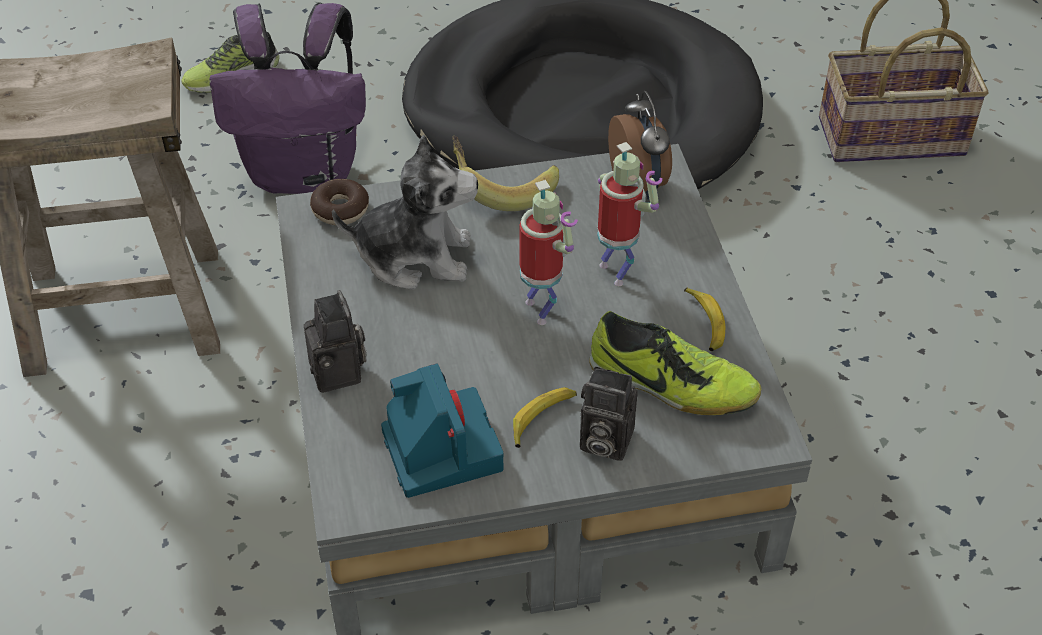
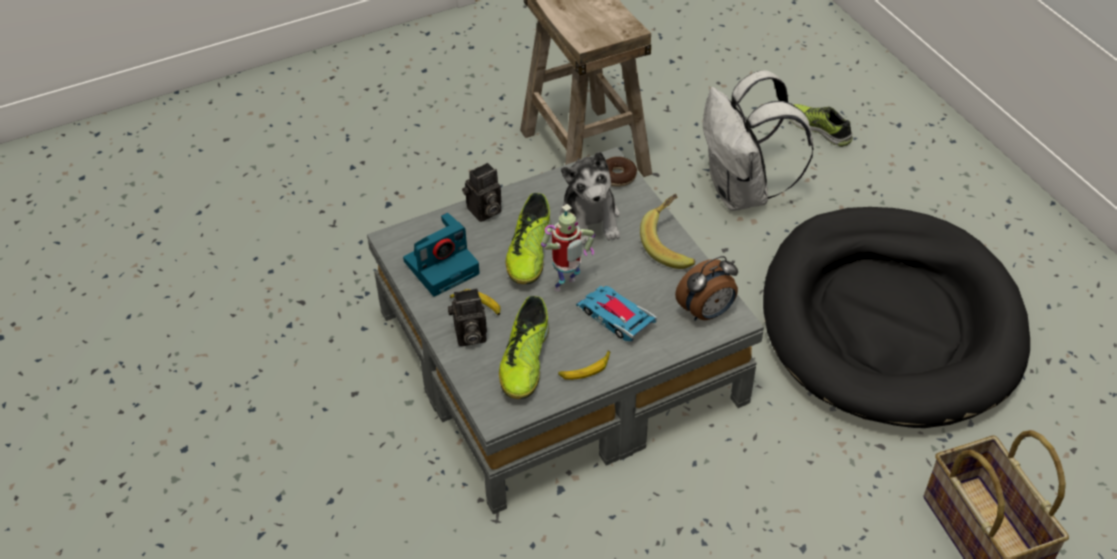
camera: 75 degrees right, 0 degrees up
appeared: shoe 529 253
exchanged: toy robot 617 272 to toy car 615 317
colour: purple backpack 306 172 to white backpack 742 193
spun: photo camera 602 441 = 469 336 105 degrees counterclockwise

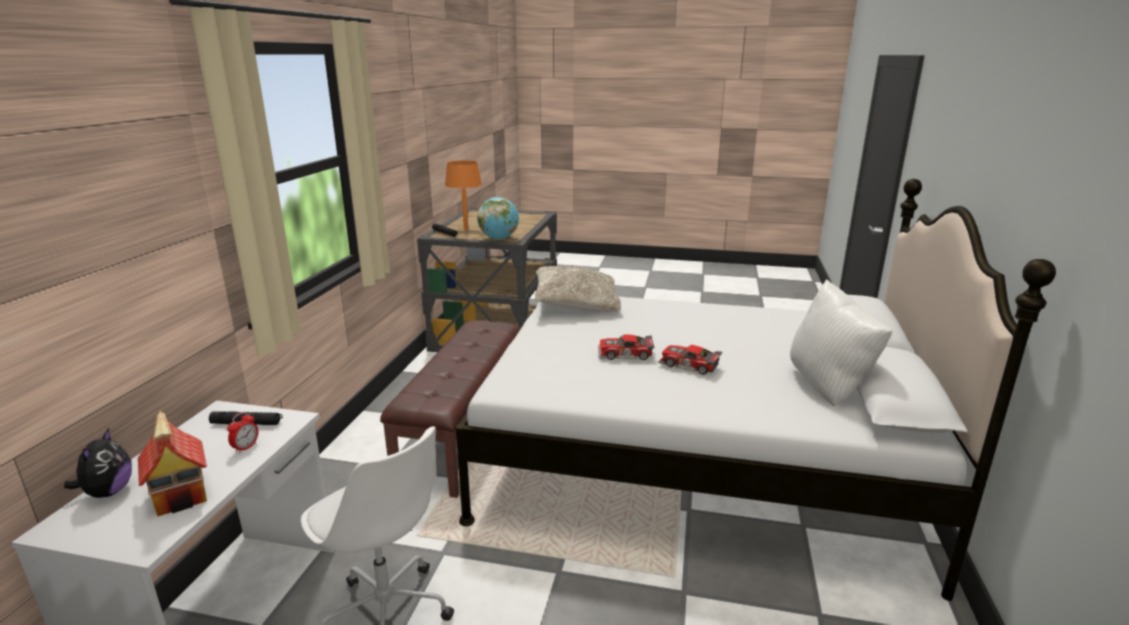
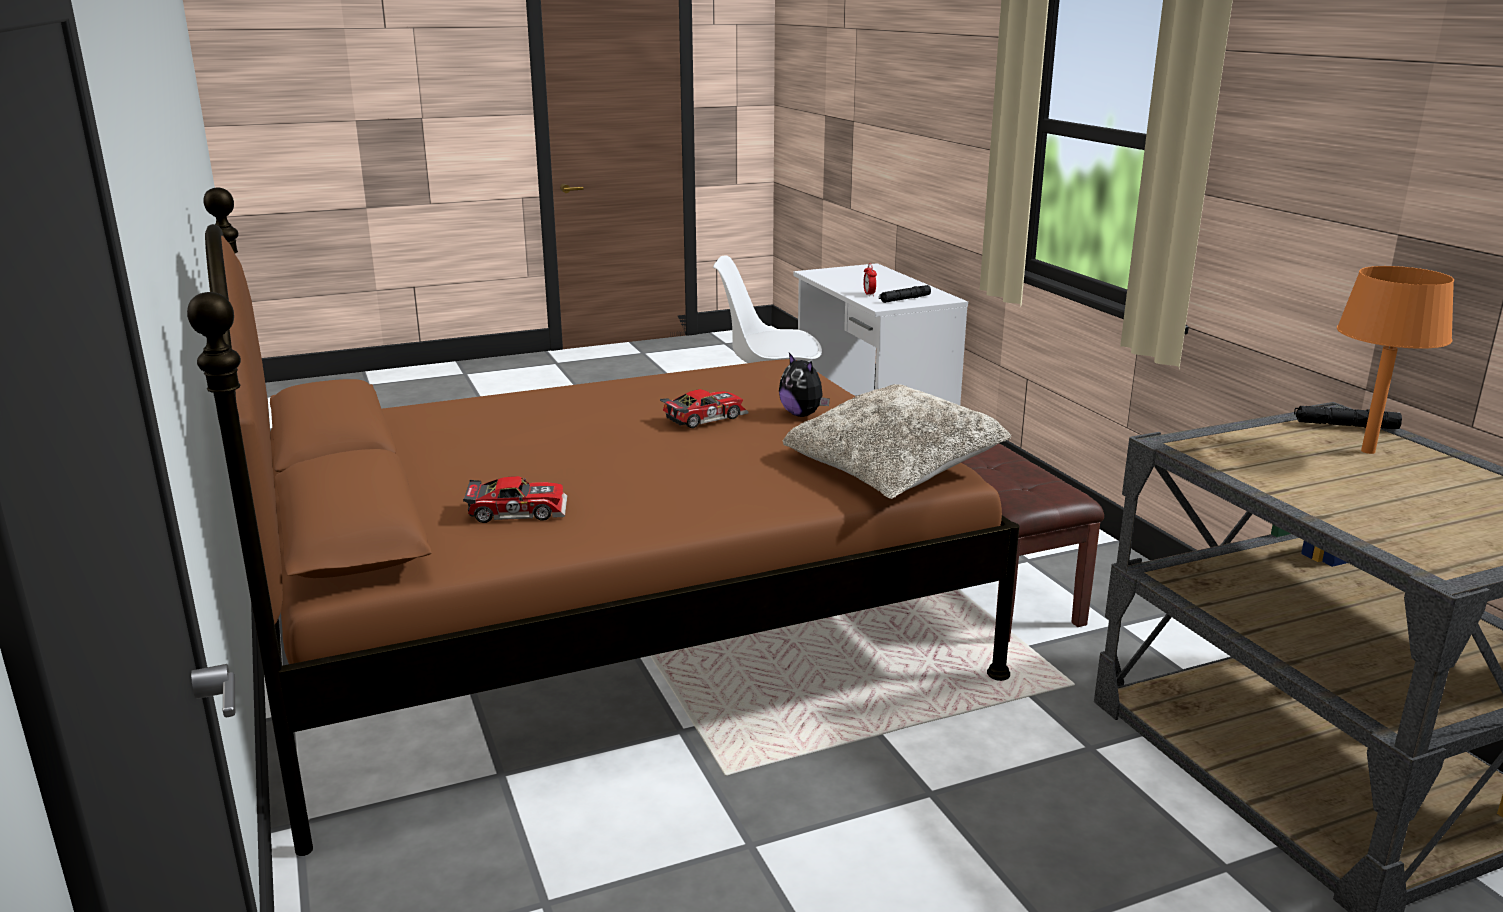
camera: 145 degrees right, 0 degrees up
missing: toy house 182 495; globe 499 238; white pillow 828 387
relocated: toy car 688 365 to 518 510; plush toy 108 492 to 802 414
colour: white bed 694 460 to brown bed 615 629

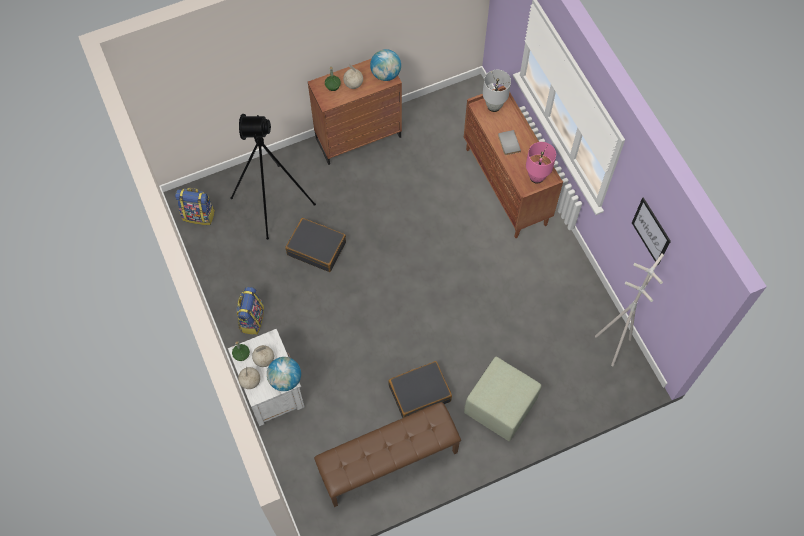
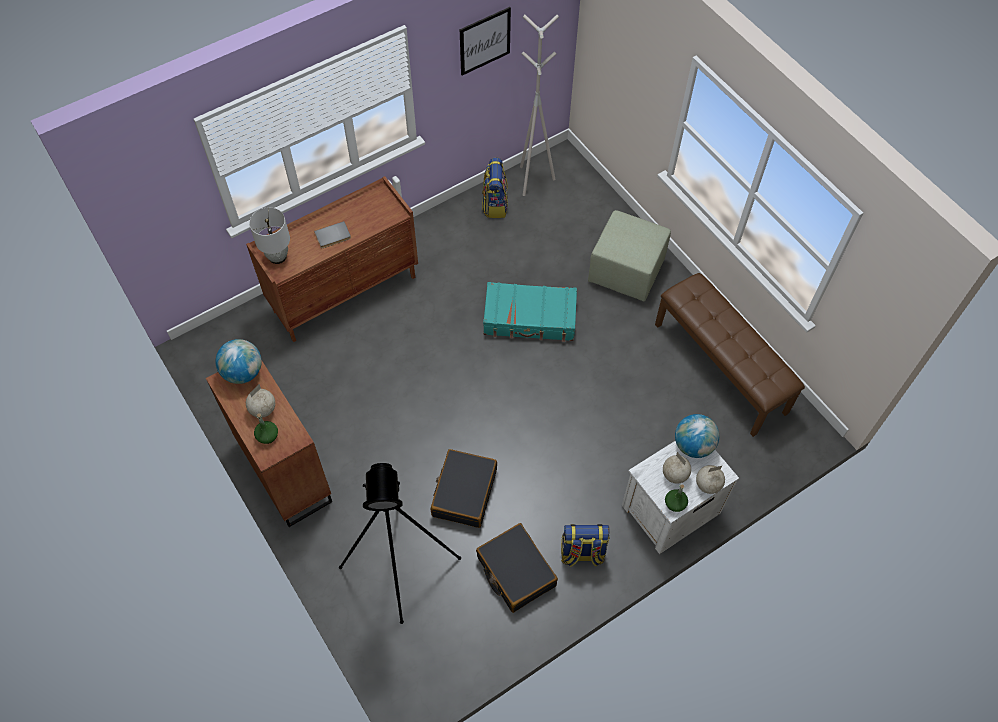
camera: 100 degrees left, 5 degrees down
missing: pink table lamp 536 177
appeared: turquoise suitcase 530 318
relocated: black suitcase 419 393 to 515 571; backpack 199 215 to 494 204

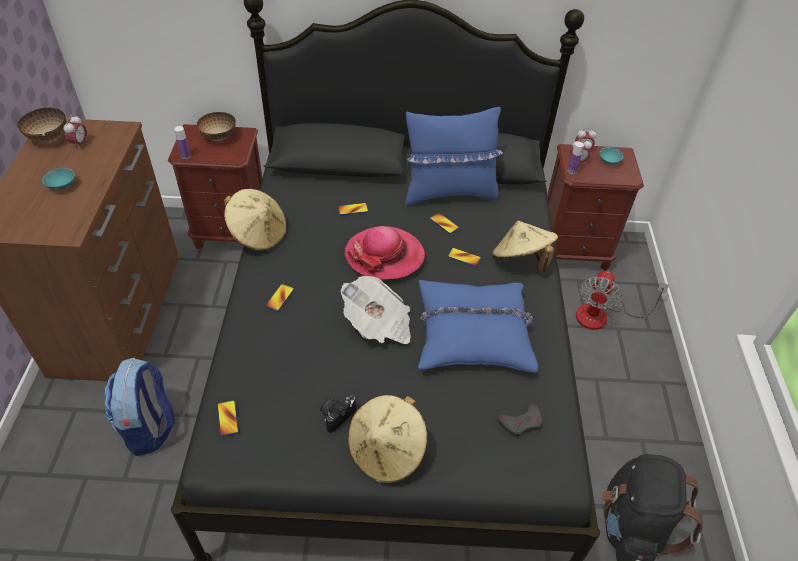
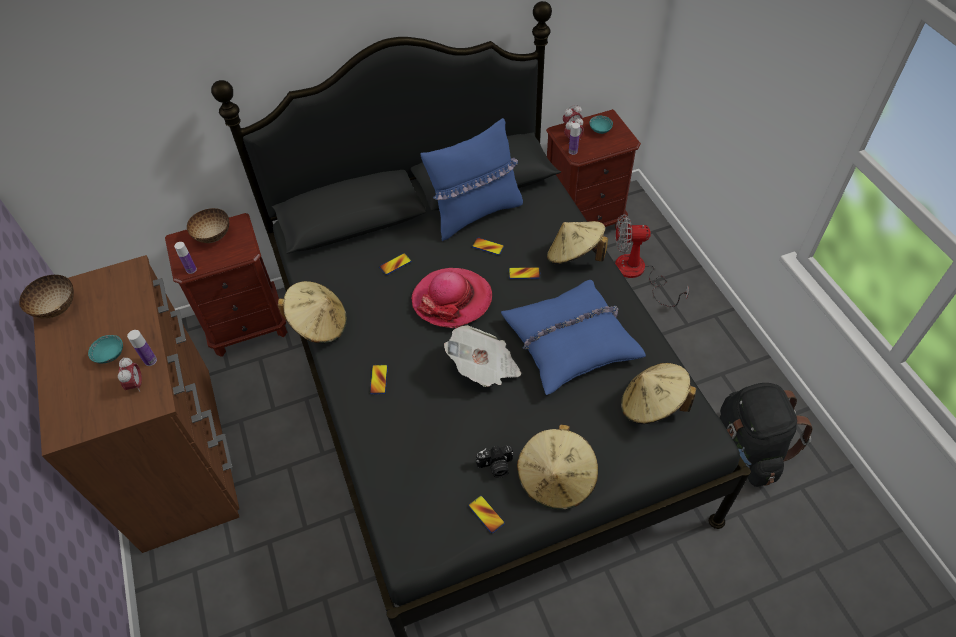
camera: 20 degrees left, 5 degrees up
missing: backpack 149 427
appeared: bottle 150 361
relocated: alarm clock 80 144 to 136 384; phone 228 418 to 486 514
exchanged: grey game controller 521 422 to beige hat 652 405
spun: photo camera 336 415 = 496 467 120 degrees counterclockwise; fan 602 315 = 638 273 90 degrees clockwise

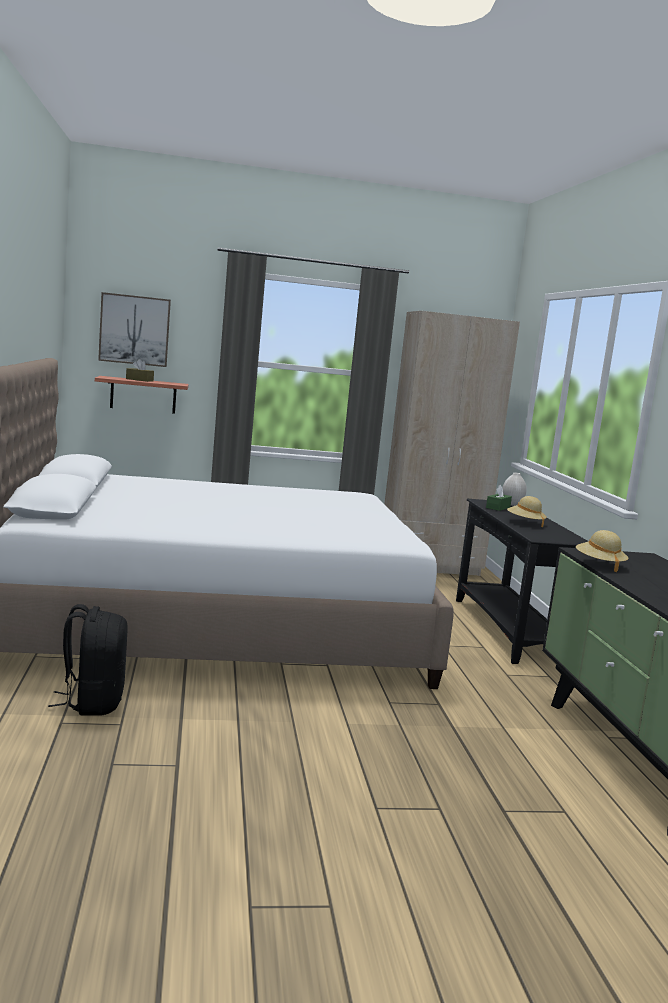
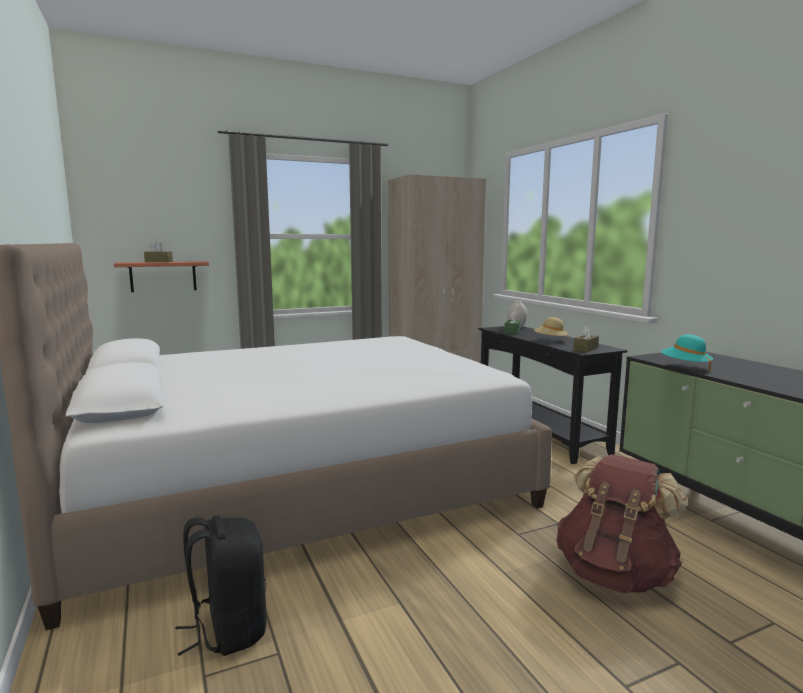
camera: 15 degrees left, 0 degrees up
missing: picture 134 330
appeared: brown backpack 615 574; brown tissue box 585 349
colour: beige hat 599 564 to turquoise hat 685 366

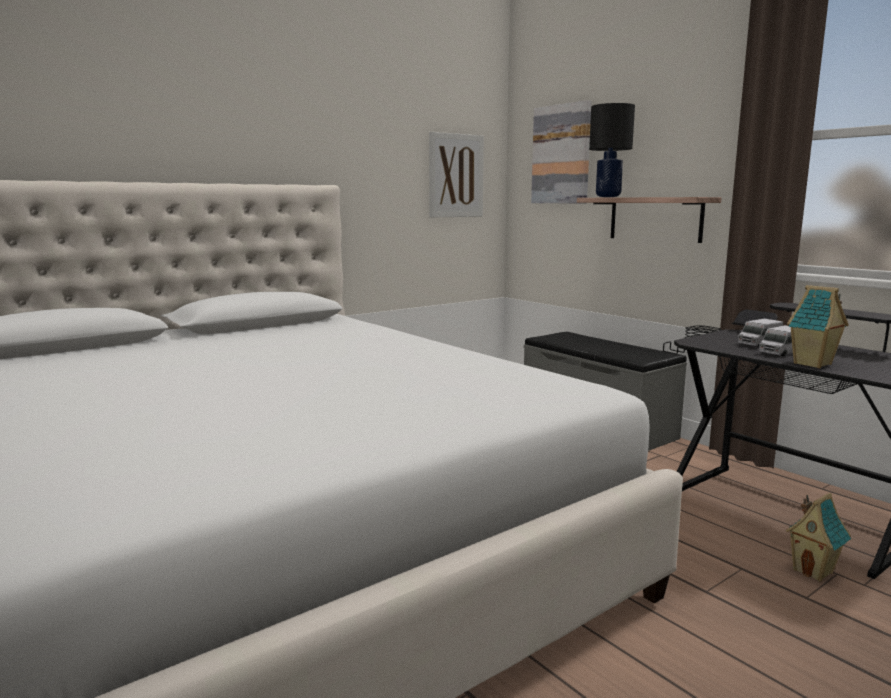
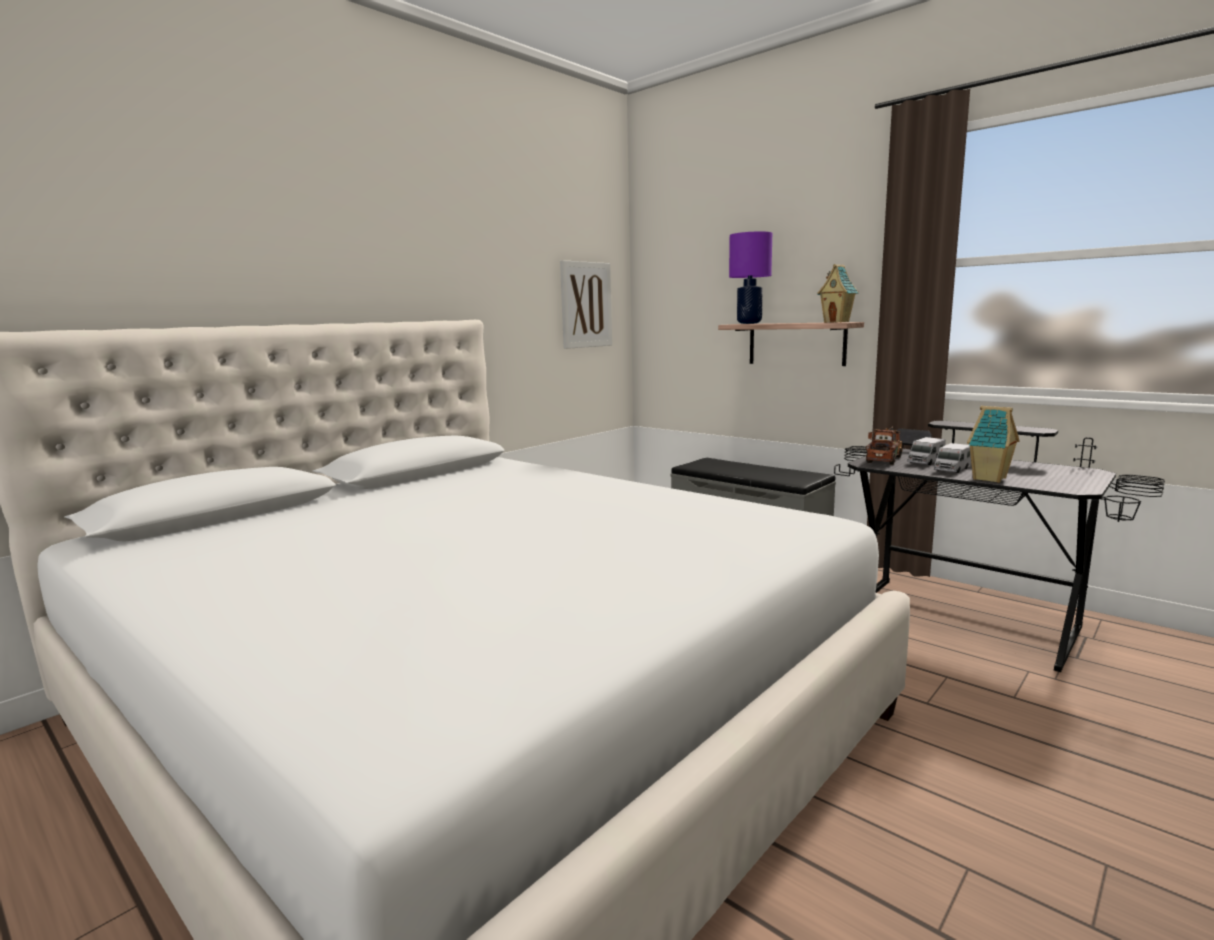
camera: 10 degrees left, 0 degrees up
missing: picture 561 154
appeared: toy truck 885 459
relocated: toy house 813 571 to 837 322
colour: black table lamp 608 197 to purple table lamp 749 323

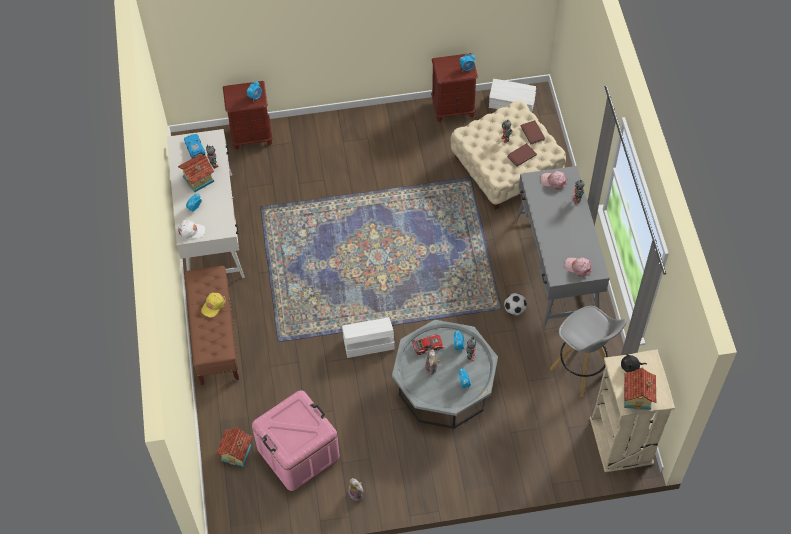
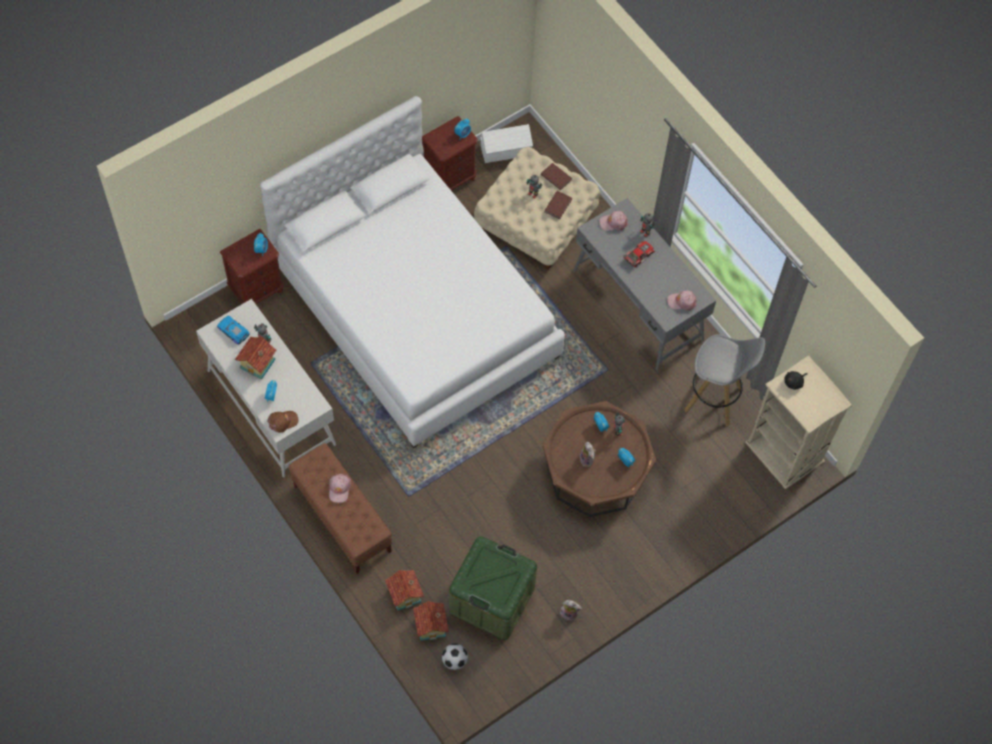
camera: 30 degrees left, 5 degrees up
missing: white storage box 368 343
appeared: white bed 415 309
relocated: toy house 638 396 to 405 594; football 514 309 to 454 660; toy car 427 345 to 638 255
colour: white cap 191 231 to brown cap 283 422; yellow cap 213 306 to pink cap 339 489; pink storage box 298 453 to green storage box 491 599; grey coffee table 444 387 to brown coffee table 595 472

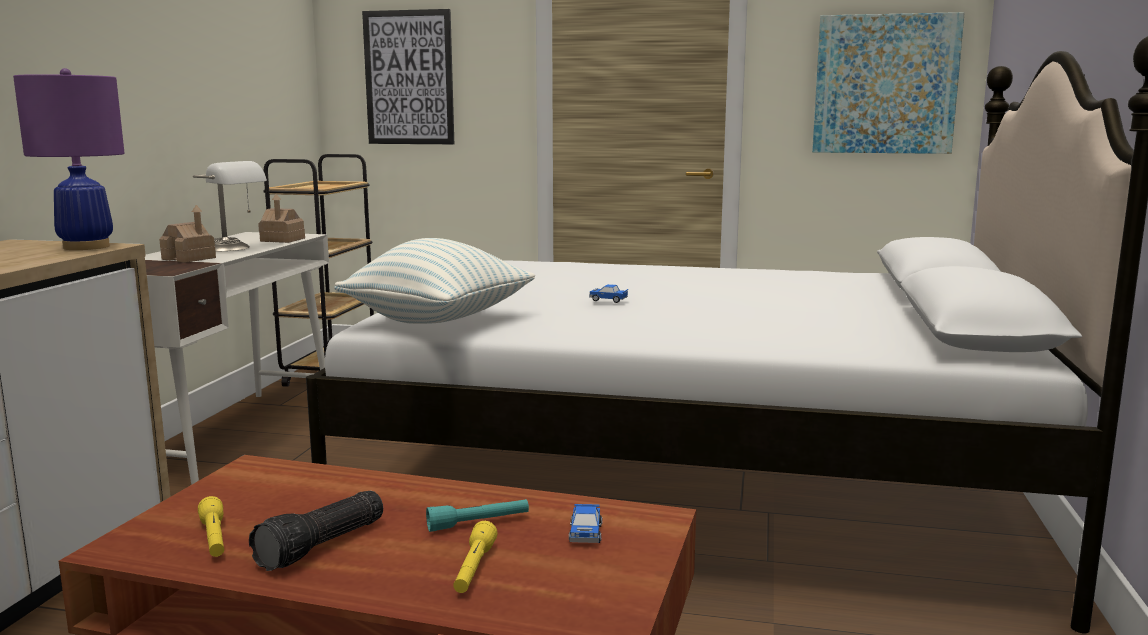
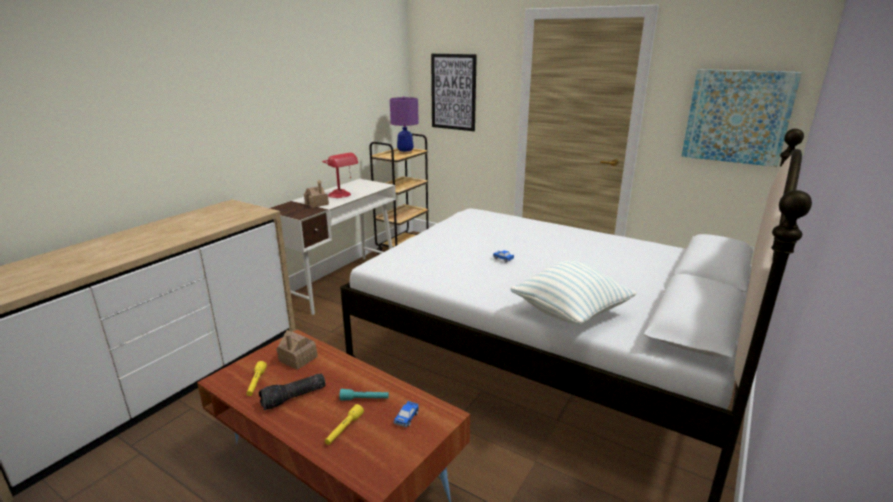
camera: 20 degrees right, 10 degrees up
relocated: toy house 282 240 to 298 359; purple table lamp 86 247 to 405 152; pillow 438 321 to 570 313
colour: white table lamp 234 248 to red table lamp 342 195

